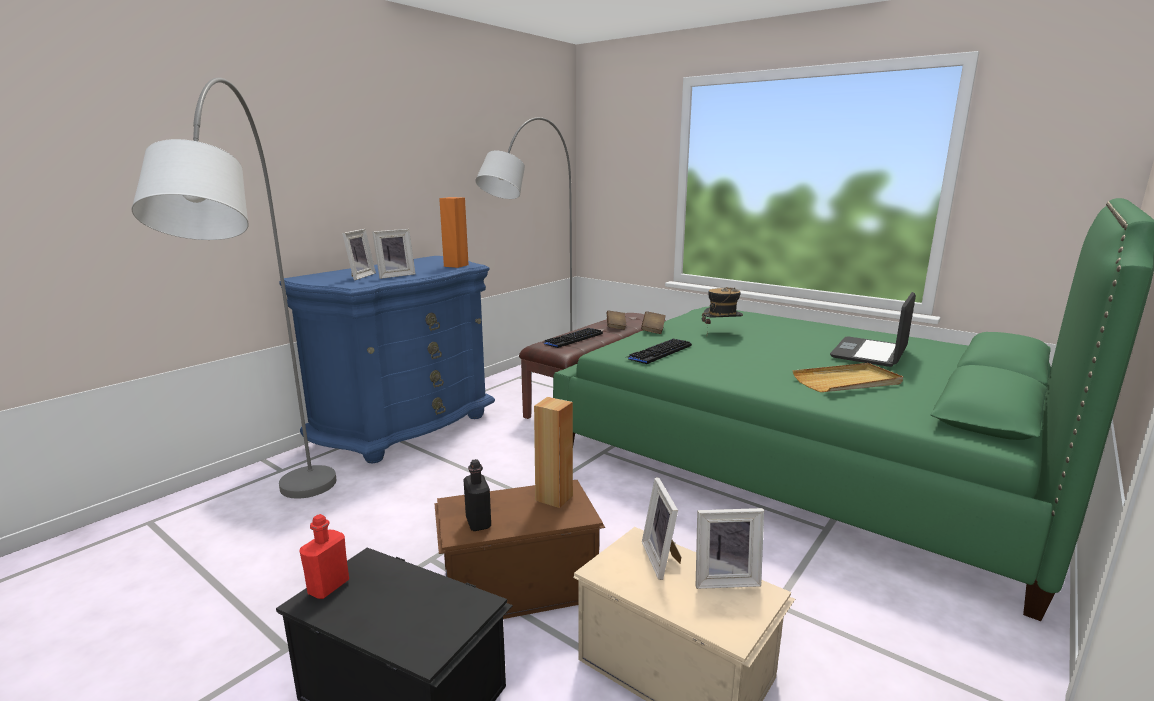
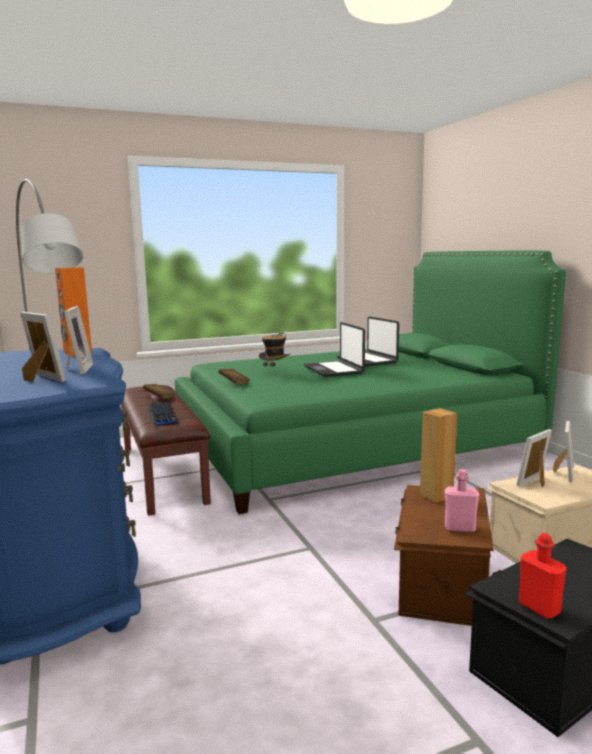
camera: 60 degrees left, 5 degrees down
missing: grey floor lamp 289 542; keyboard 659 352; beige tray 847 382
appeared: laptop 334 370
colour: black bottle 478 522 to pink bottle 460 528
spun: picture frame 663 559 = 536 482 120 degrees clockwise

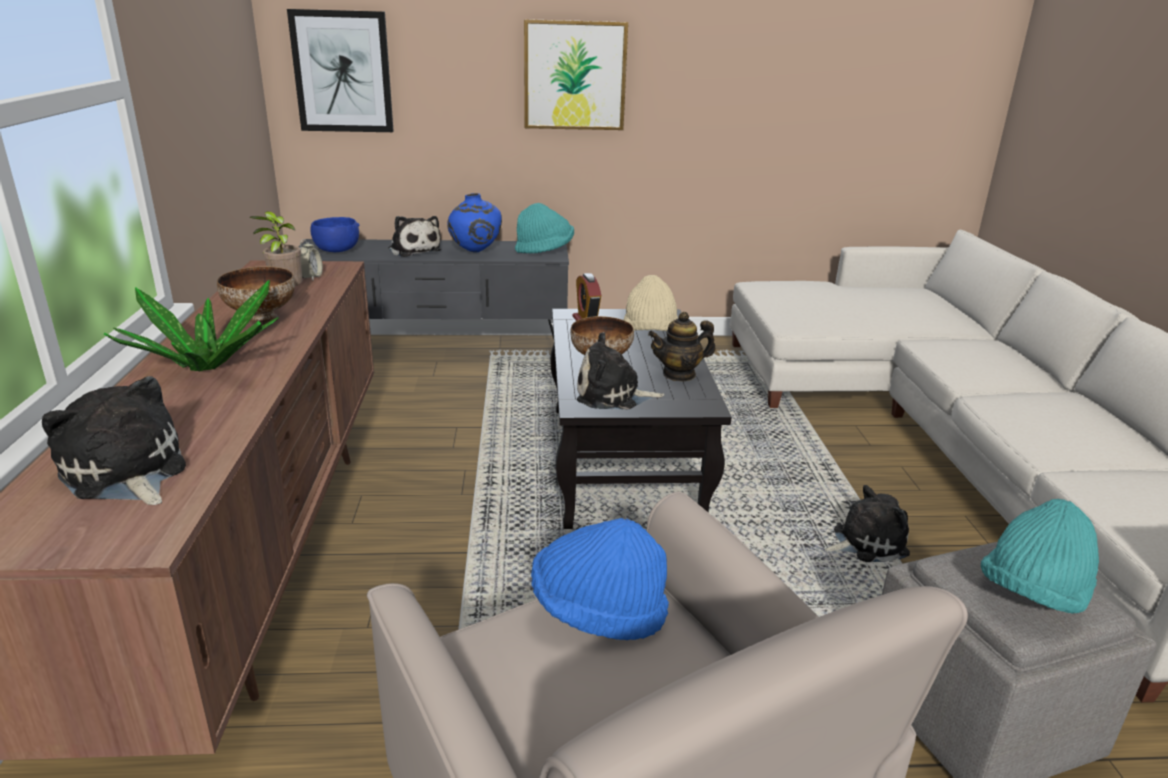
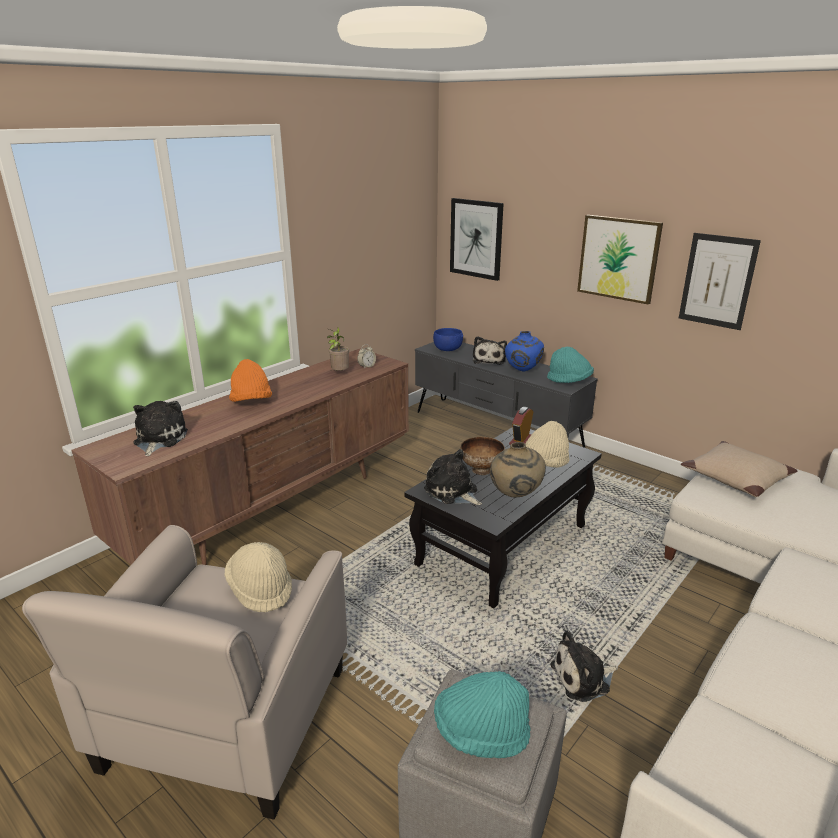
camera: 45 degrees right, 0 degrees up
missing: bowl 262 319
appeared: picture 717 281; beige pillow 735 478
exchanged: potted plant 206 366 to orange hat 251 402; teapot 679 374 to beige vase 515 496
colour: blue hat 598 610 to beige hat 261 589
spun: plush toy 865 542 = 583 678 135 degrees clockwise

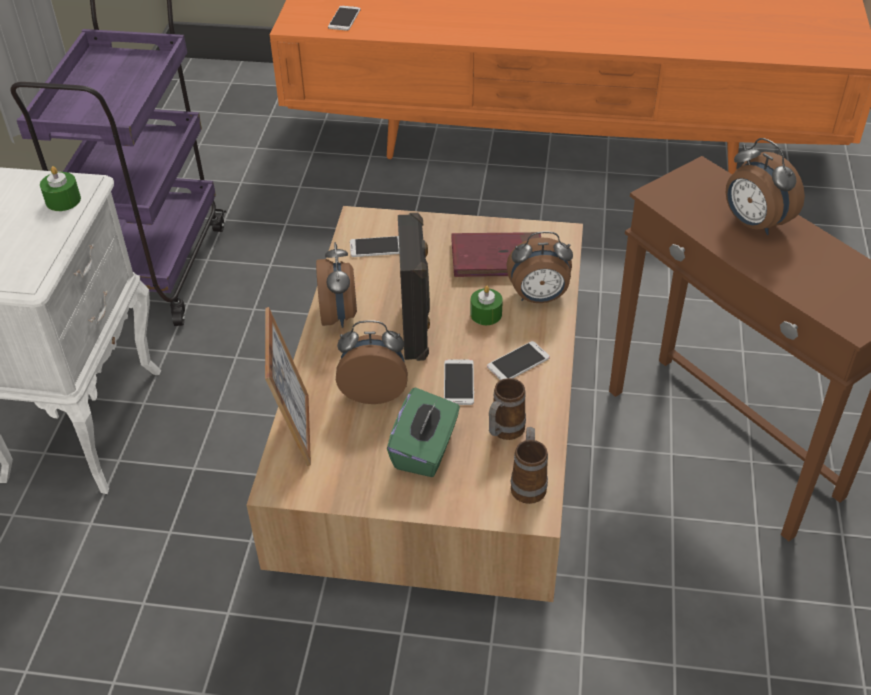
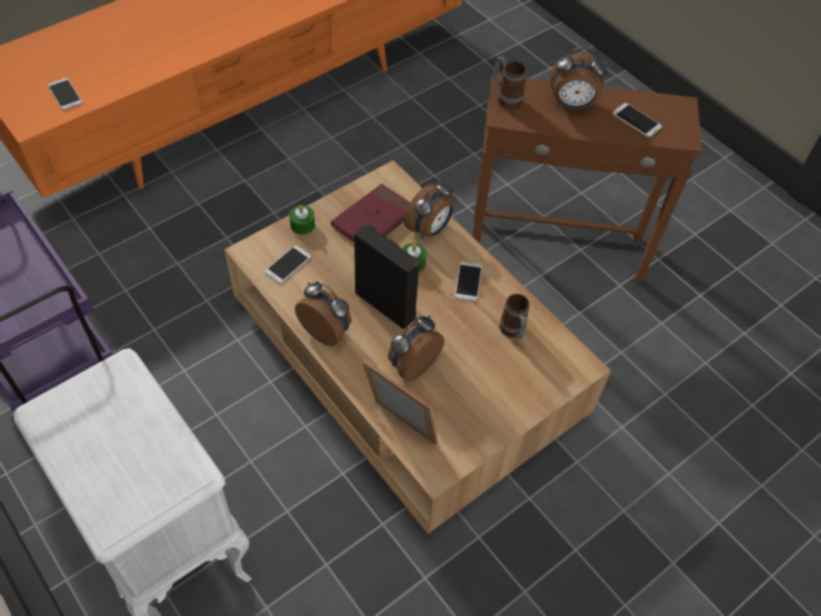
camera: 50 degrees left, 10 degrees up
missing: green tissue box 425 450
relocated: green candle 63 200 to 302 225; mug 528 483 to 505 98; phone 458 382 to 636 120

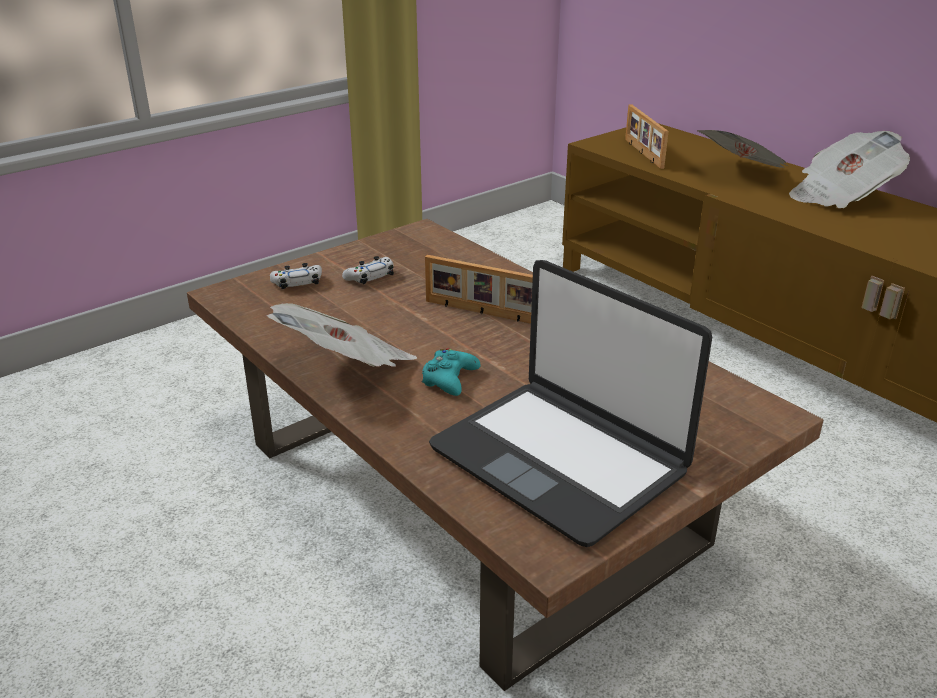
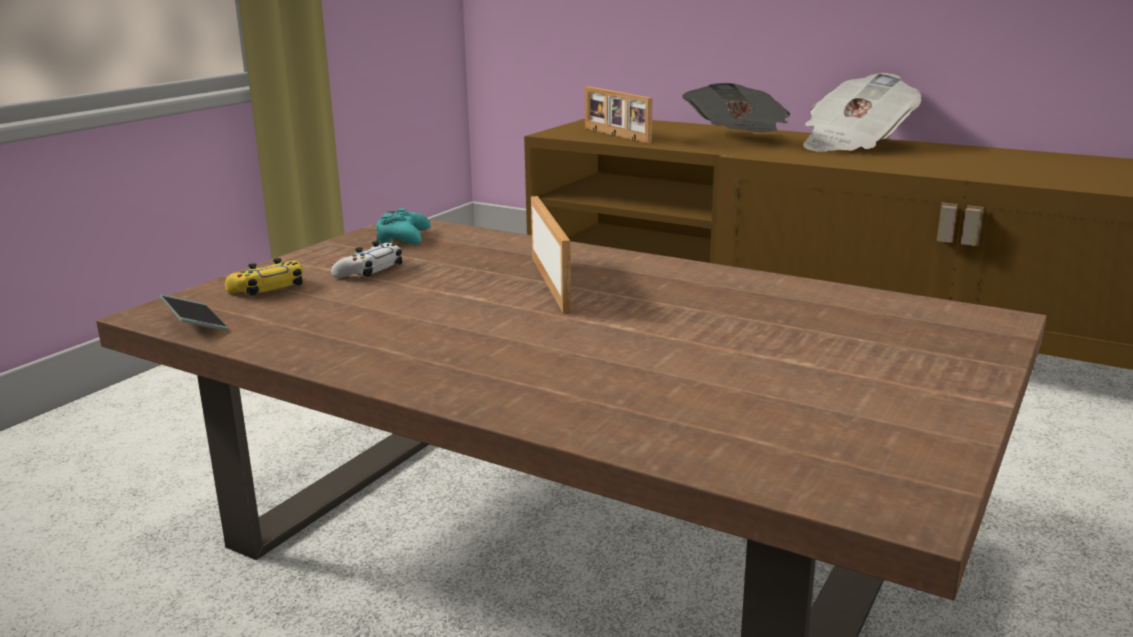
camera: 20 degrees left, 10 degrees down
missing: newspaper 346 368; laptop 559 459
appeared: phone 195 322
relocated: turquoise game controller 449 379 to 403 238
colour: white game controller 297 283 to yellow game controller 268 289
spun: picture frame 482 313 = 552 283 105 degrees counterclockwise

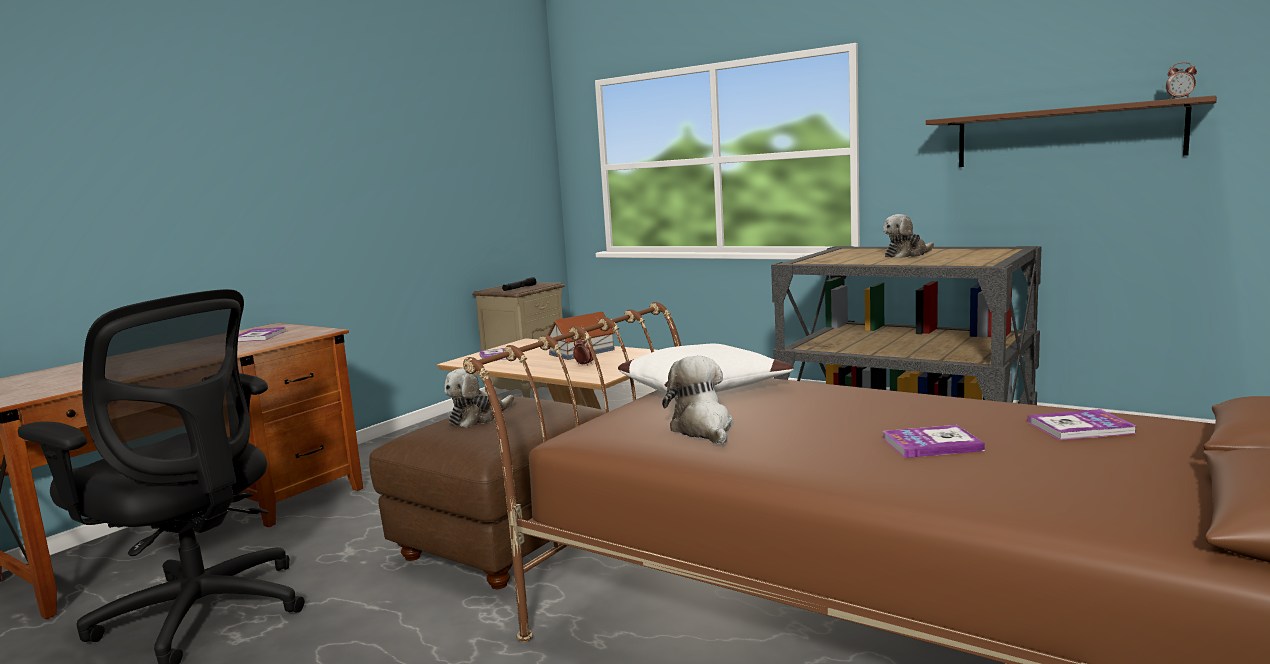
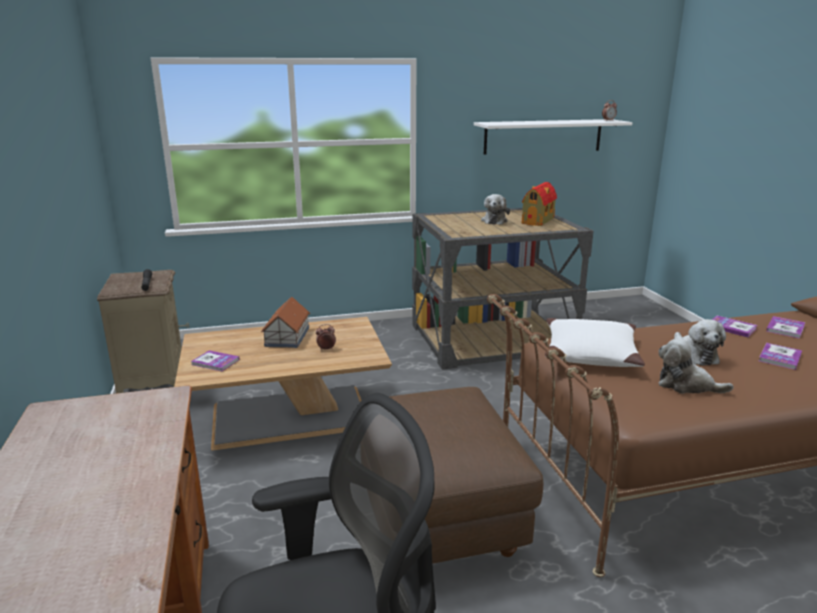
camera: 50 degrees left, 10 degrees up
appeared: toy house 538 220
relocated: plush toy 478 417 to 694 355; book 260 336 to 731 327
colour: brown shelf 1066 136 to white shelf 543 136

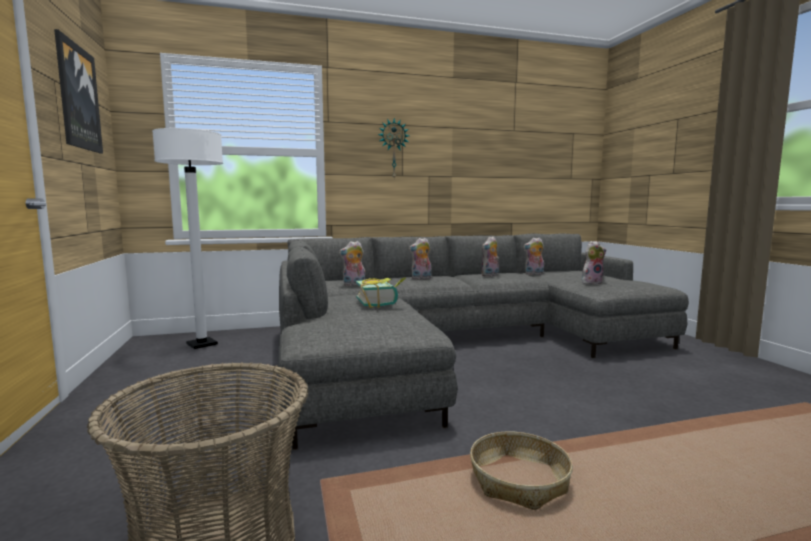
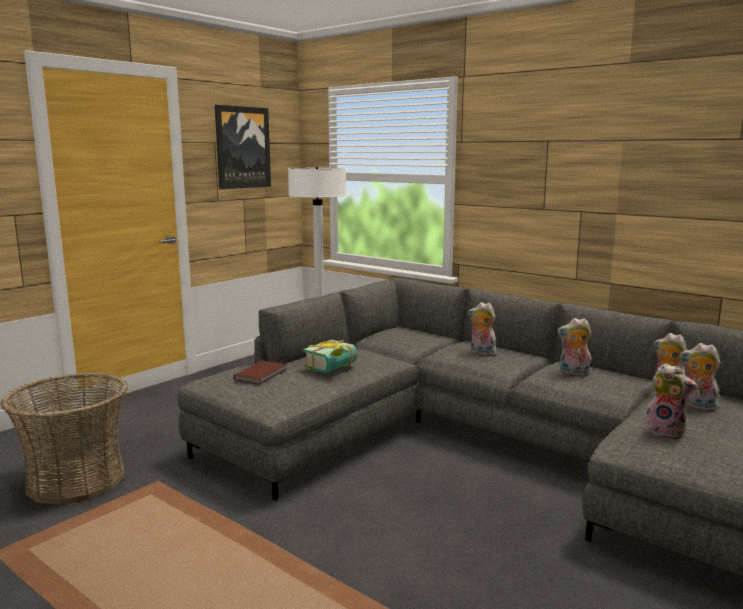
camera: 55 degrees right, 5 degrees up
missing: wall clock 393 149; basket 518 481
appeared: brown book 262 374
relocated: plush toy 353 284 to 696 406

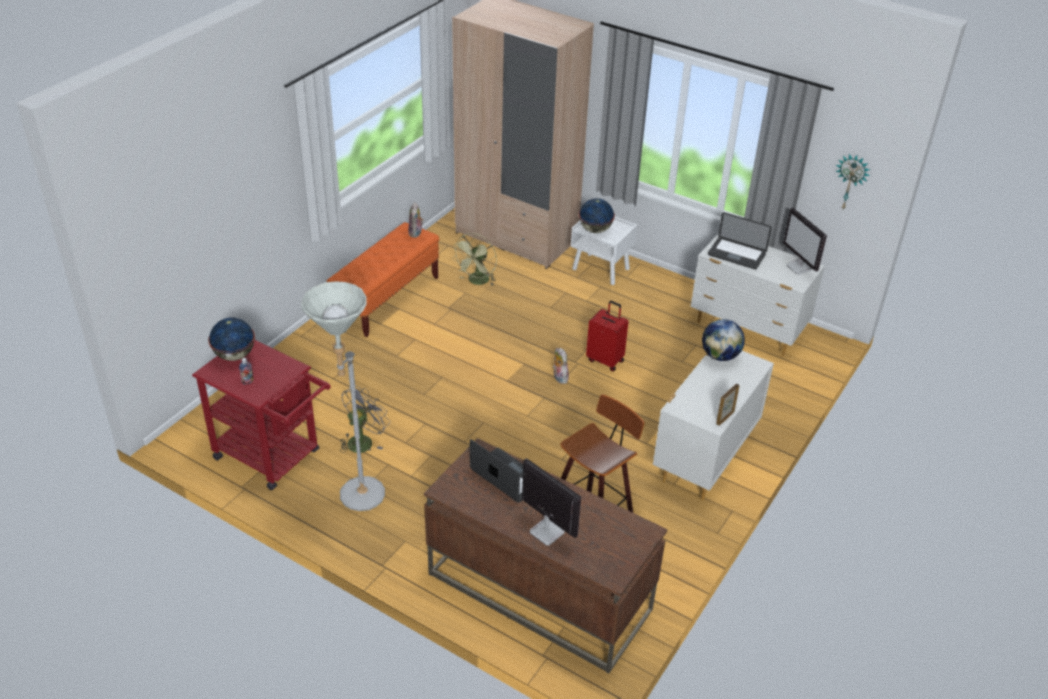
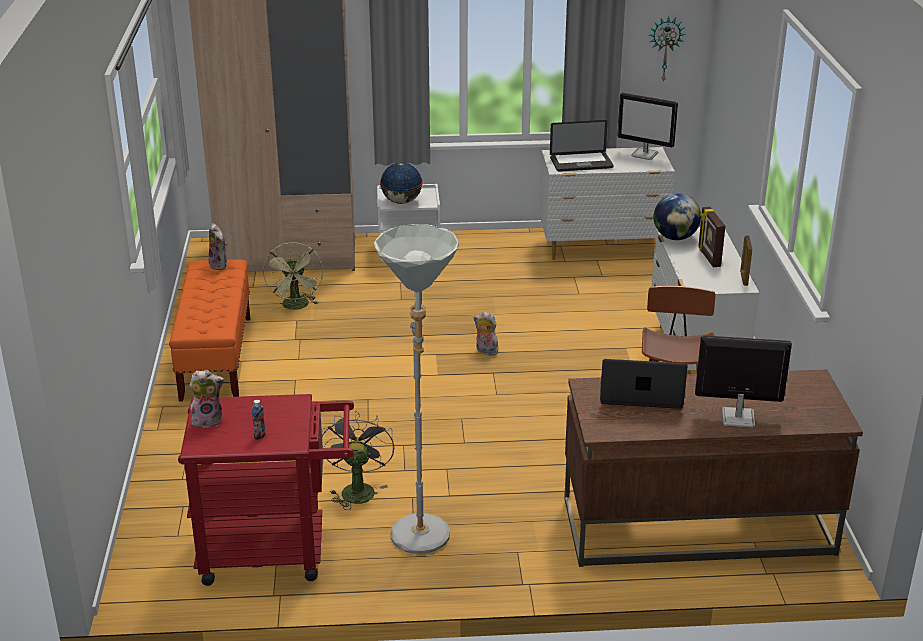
camera: 35 degrees left, 10 degrees down
missing: red suitcase 605 360
appeared: picture frame 708 257
exchanged: globe 234 355 to plush toy 208 420

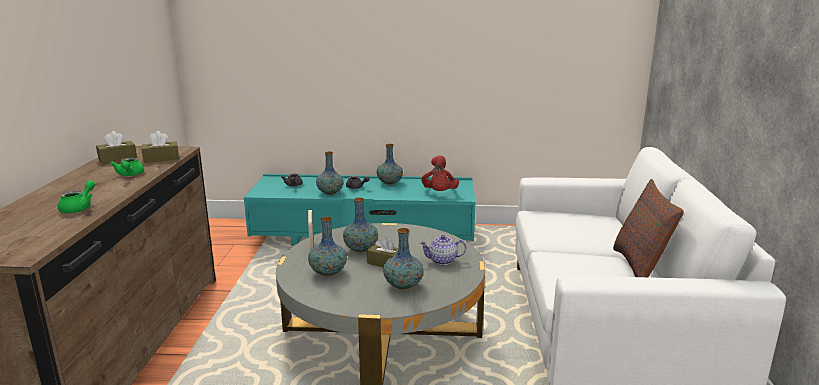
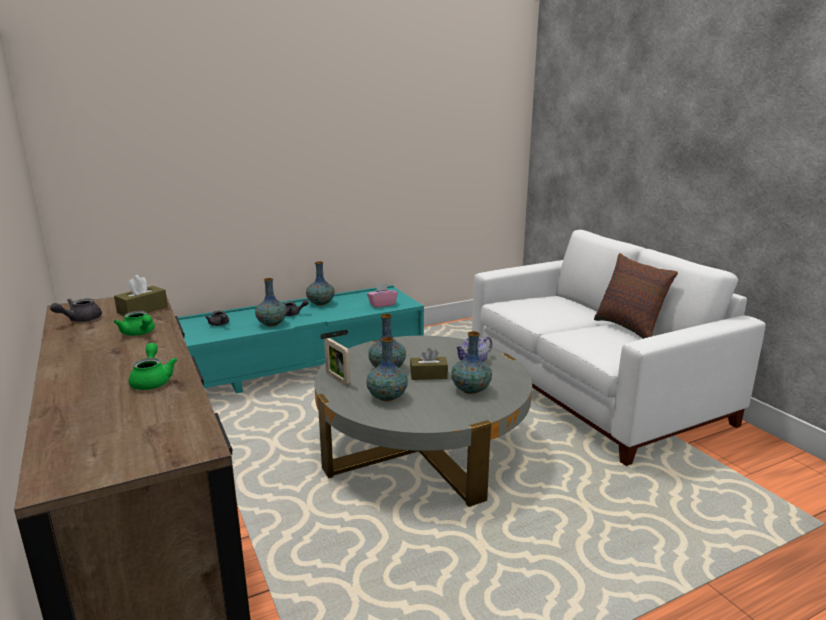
camera: 30 degrees left, 0 degrees up
exchanged: brown tissue box 117 158 to grey teapot 80 319; red plush toy 439 193 to pink tissue box 382 304

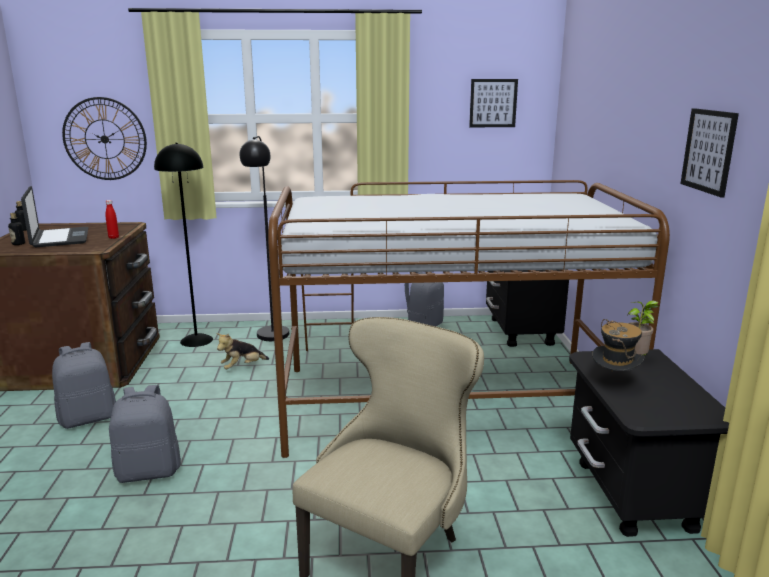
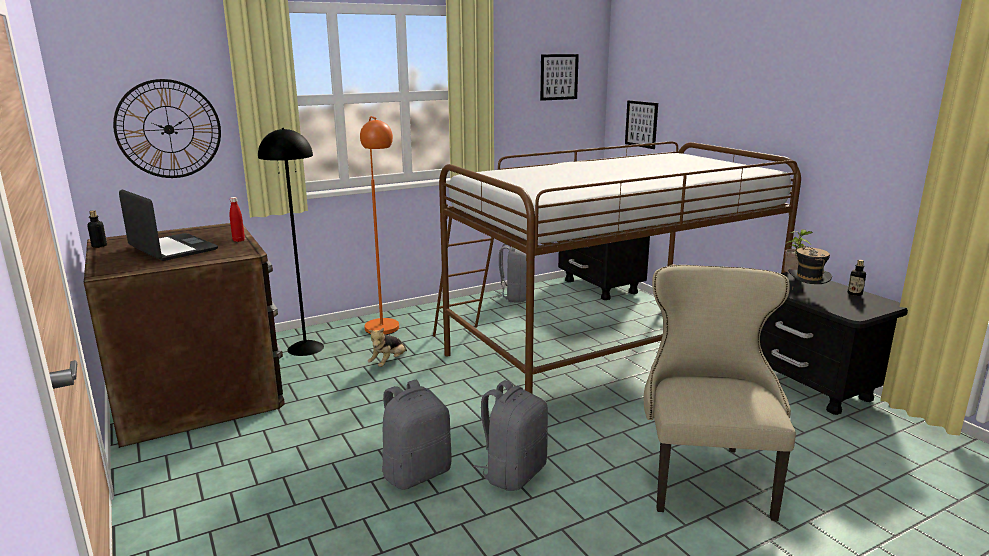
camera: 25 degrees left, 0 degrees up
relocated: grey backpack 88 418 to 513 473; picture 708 151 to 641 124; bottle 18 244 to 854 293
colour: black floor lamp 271 339 to orange floor lamp 384 332

